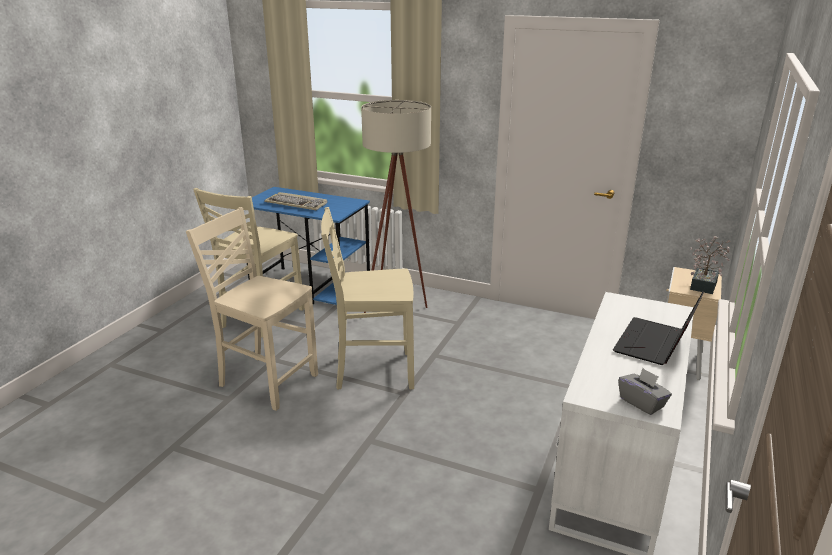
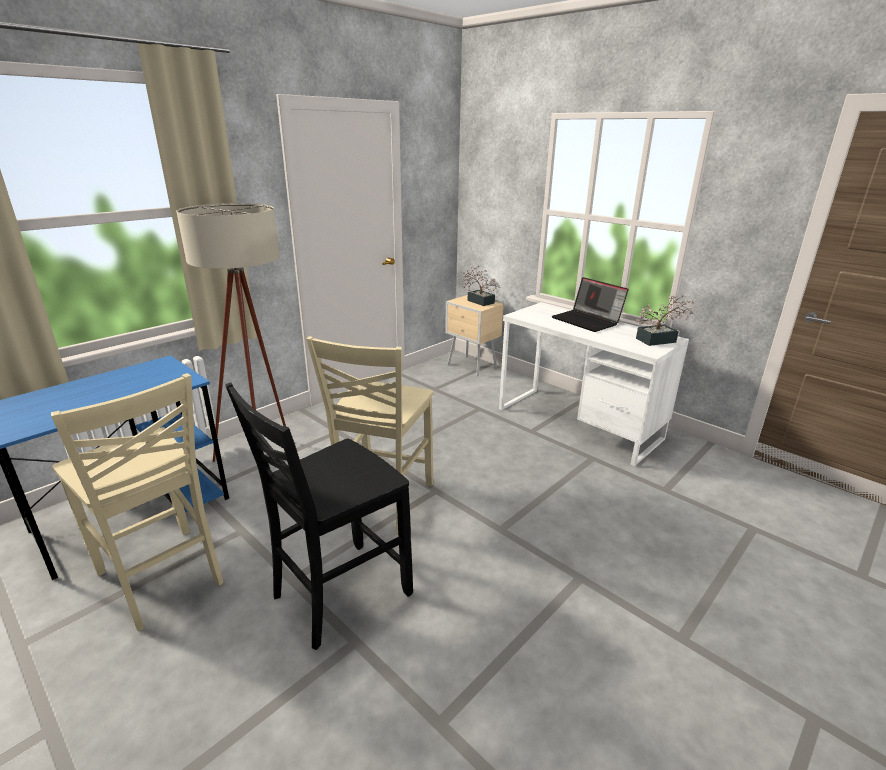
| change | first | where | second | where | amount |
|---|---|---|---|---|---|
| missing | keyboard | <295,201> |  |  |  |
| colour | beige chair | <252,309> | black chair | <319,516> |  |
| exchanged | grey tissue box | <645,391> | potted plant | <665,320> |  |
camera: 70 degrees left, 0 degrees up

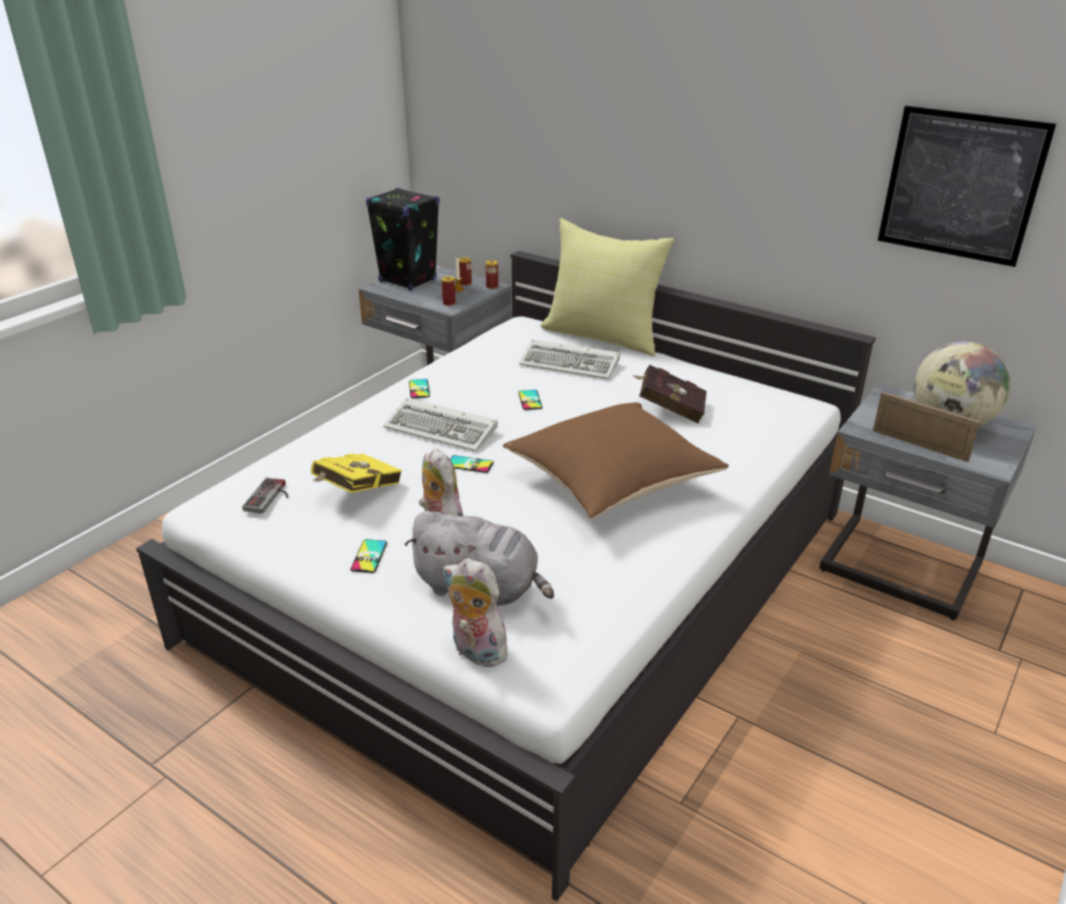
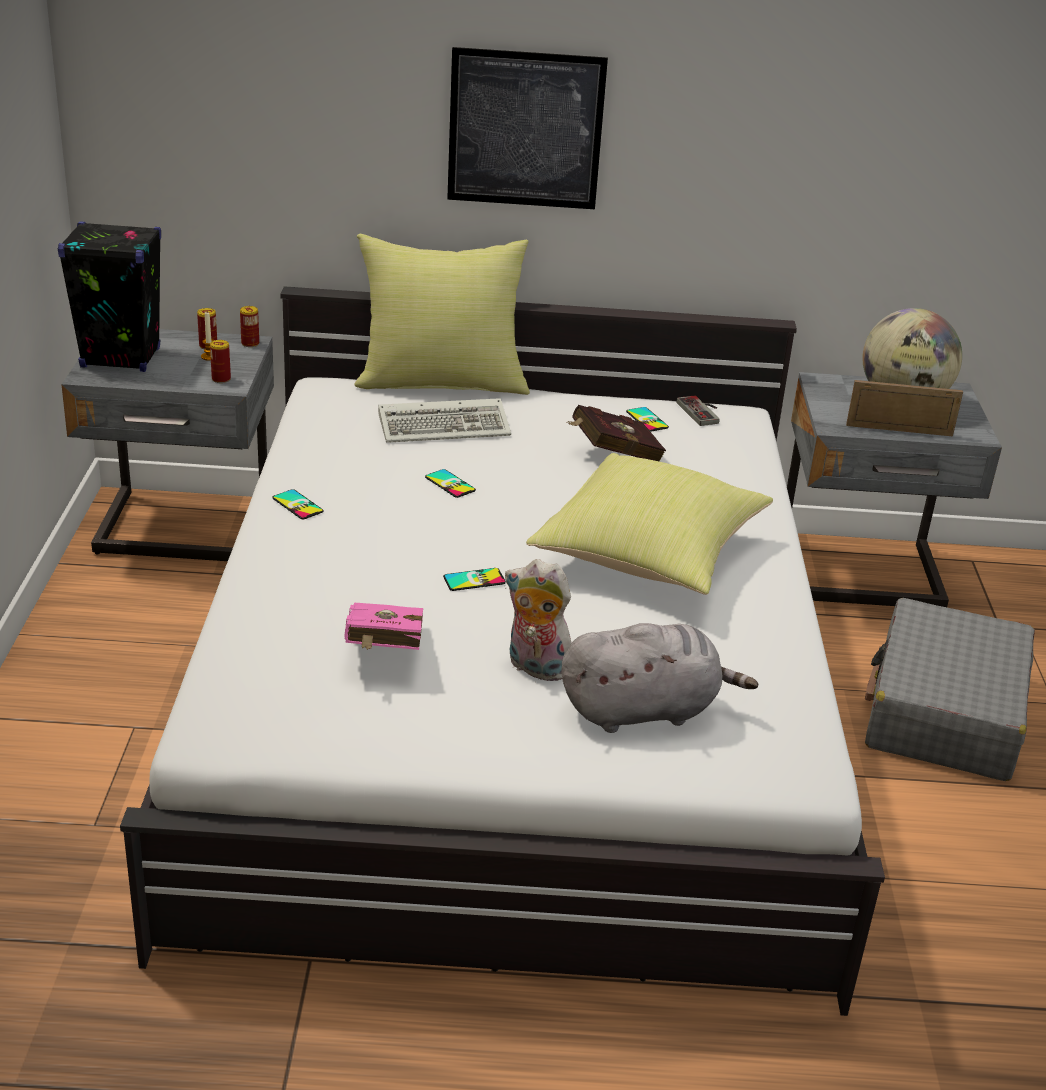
| change | first | where | second | where | amount |
|---|---|---|---|---|---|
| relocated | picture | <967,186> |  | <527,128> |  |
| missing | keyboard | <440,425> |  |  |  |
| colour | brown pillow | <616,460> | yellow pillow | <649,524> |  |
| colour | yellow book | <356,473> | pink book | <383,626> |  |
| relocated | game controller | <265,495> |  | <697,410> |  |
| relocated | phone | <368,556> |  | <647,419> |  |
| missing | plush toy | <475,612> |  |  |  |
| appeared |  |  | grey suitcase | <950,689> |  |
camera: 35 degrees left, 0 degrees up

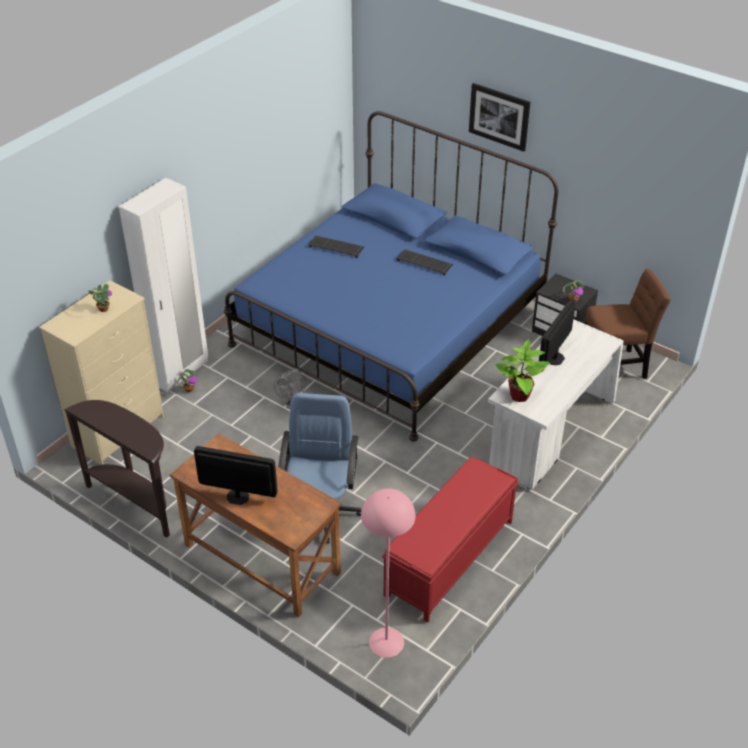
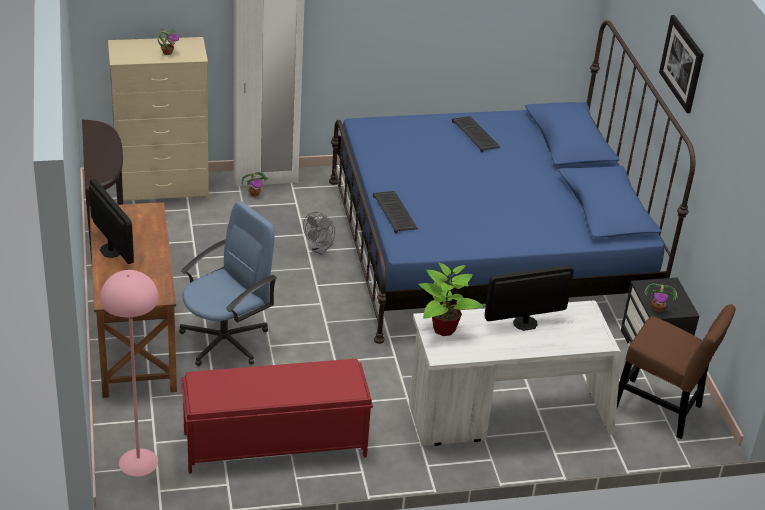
| change | first | where | second | where | amount |
|---|---|---|---|---|---|
| relocated | keyboard | <424,262> |  | <395,212> |  |
camera: 40 degrees right, 5 degrees down

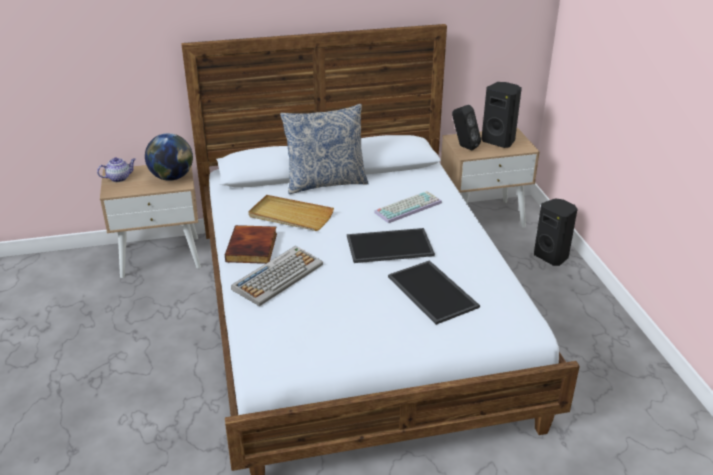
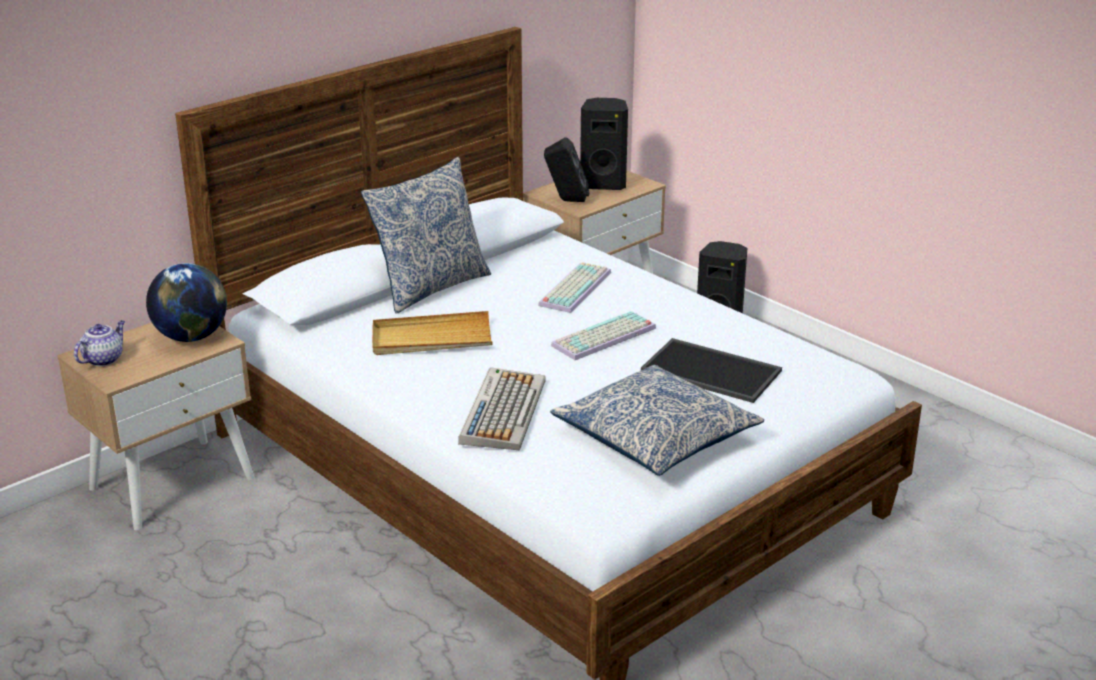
| change | first | where | second | where | amount |
|---|---|---|---|---|---|
| missing | book | <251,244> |  |  |  |
| exchanged | tray | <391,245> | keyboard | <603,335> |  |
| appeared |  |  | pillow | <657,420> |  |
camera: 30 degrees left, 5 degrees down

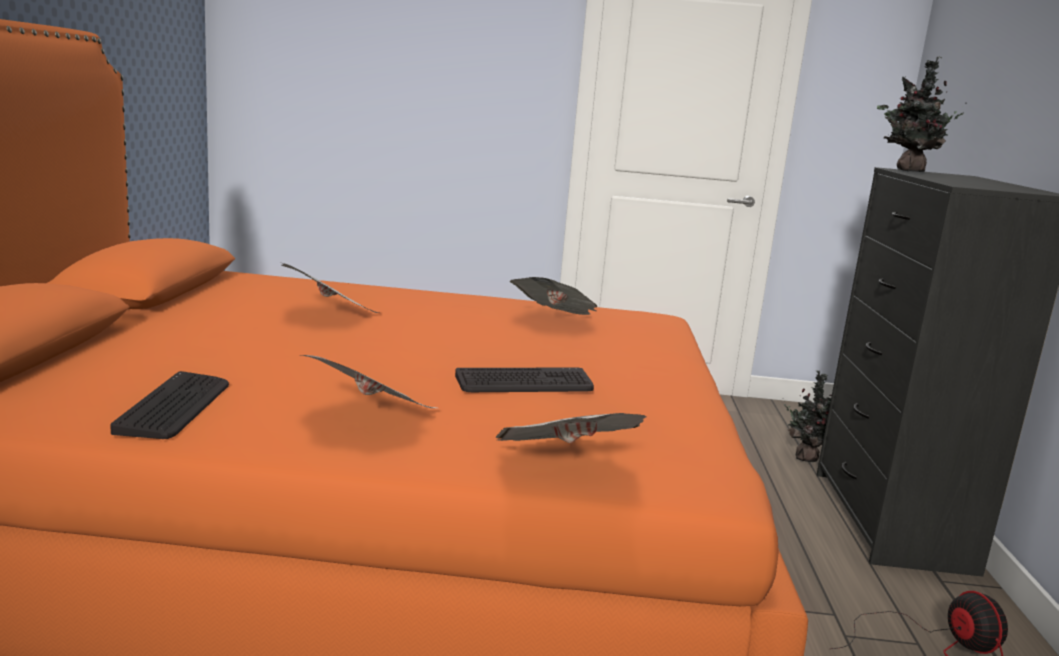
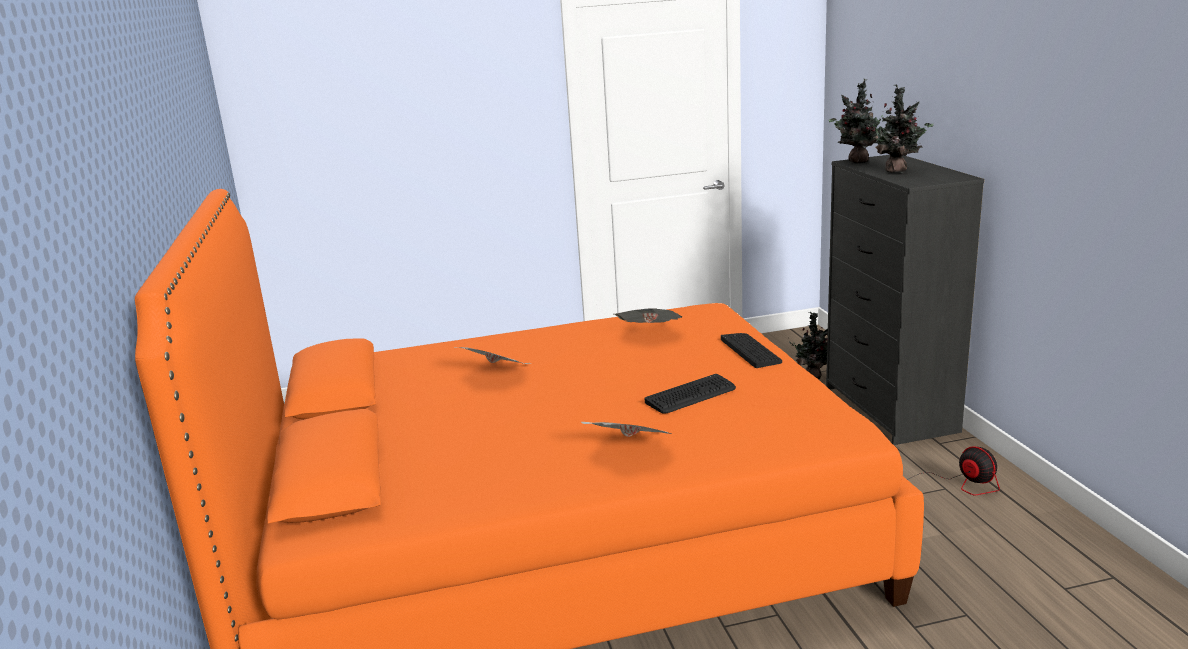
| change | first | where | second | where | amount |
|---|---|---|---|---|---|
| relocated | keyboard | <169,405> |  | <751,350> |  |
| missing | newspaper | <571,428> |  |  |  |
| appeared |  |  | potted plant | <900,129> |  |
camera: 15 degrees left, 5 degrees up

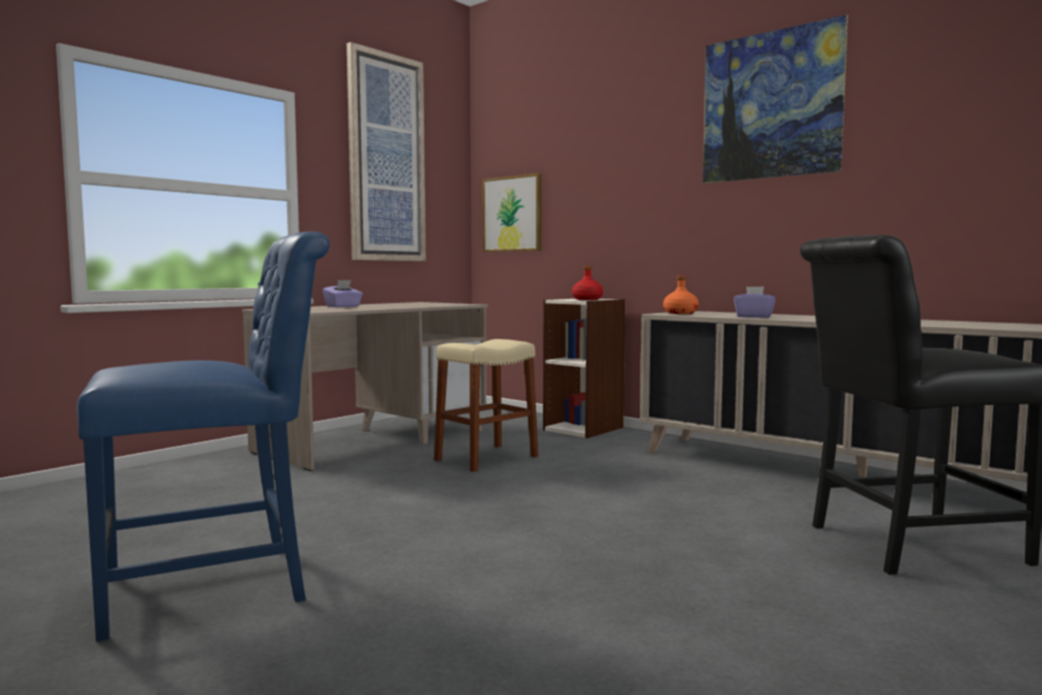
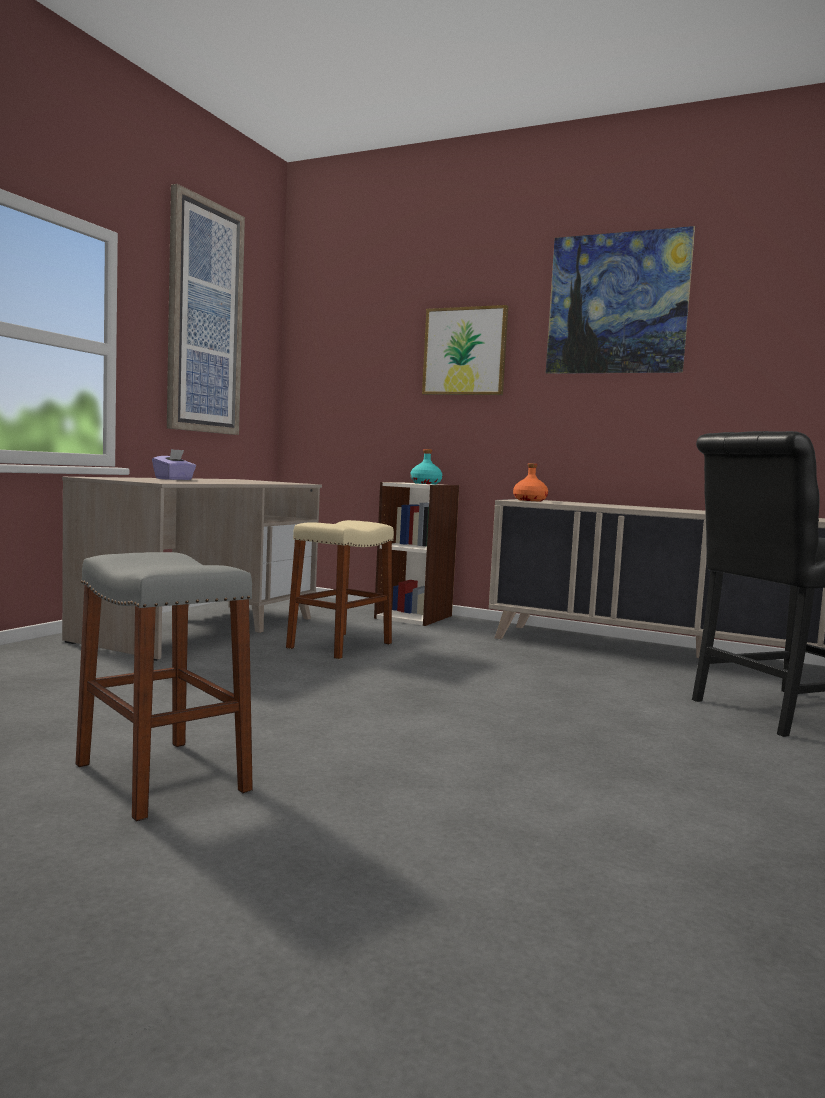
| change | first | where | second | where | amount |
|---|---|---|---|---|---|
| relocated | picture | <512,212> |  | <465,350> |  |
| exchanged | blue chair | <203,437> | grey stool | <164,686> |  |
| colour | red bottle | <587,283> | turquoise bottle | <426,466> |  |
| missing | purple tissue box | <755,302> |  |  |  |
camera: 15 degrees left, 0 degrees up

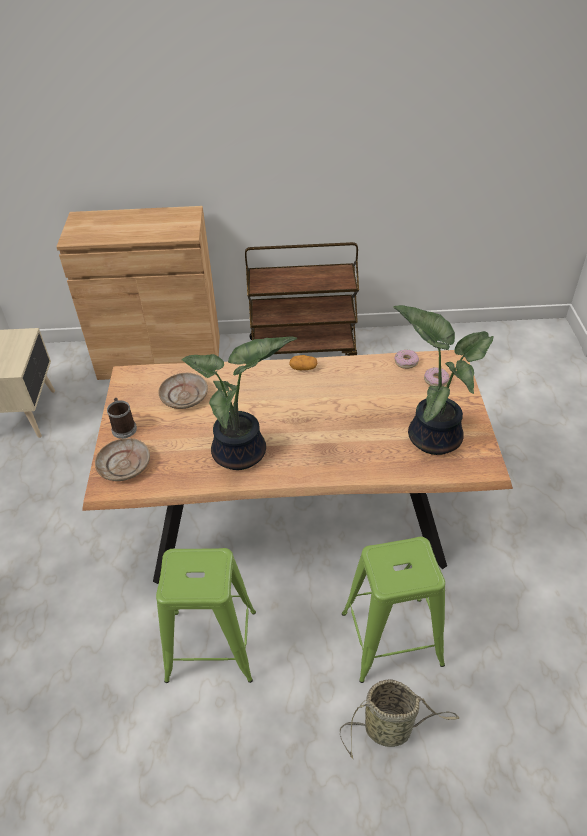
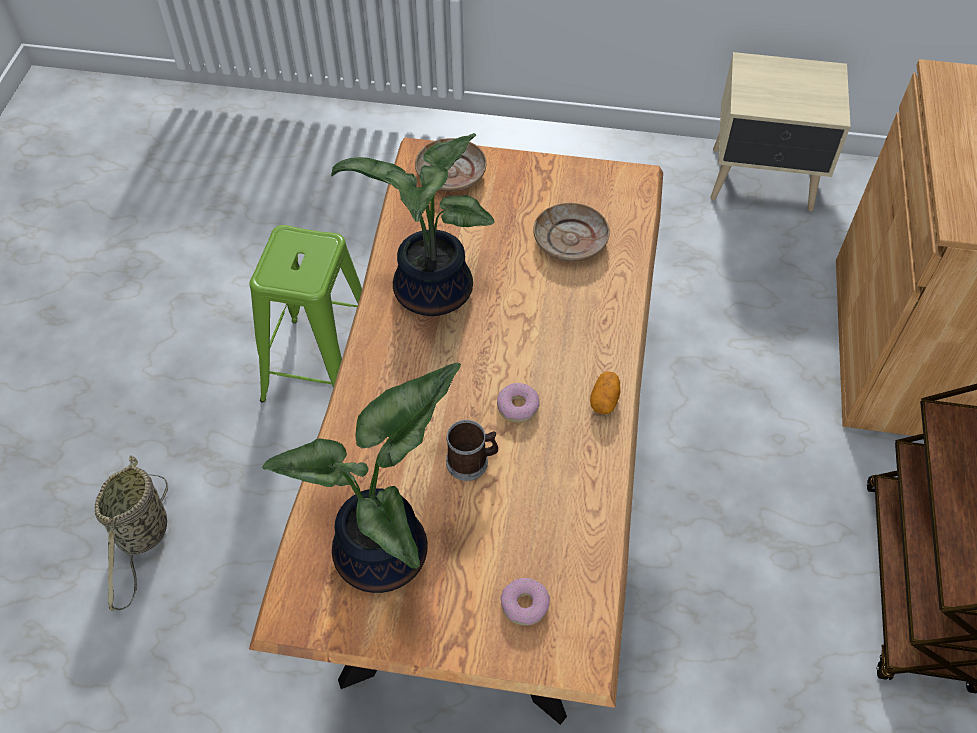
| change | first | where | second | where | amount |
|---|---|---|---|---|---|
| relocated | donut | <406,359> |  | <518,403> |  |
| relocated | mug | <122,418> |  | <472,450> |  |
| missing | green stool | <393,610> |  |  |  |
camera: 100 degrees right, 10 degrees up

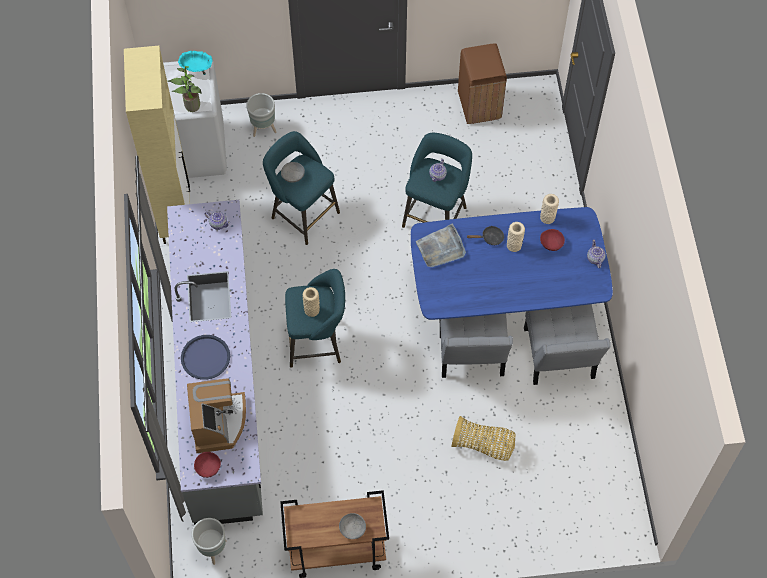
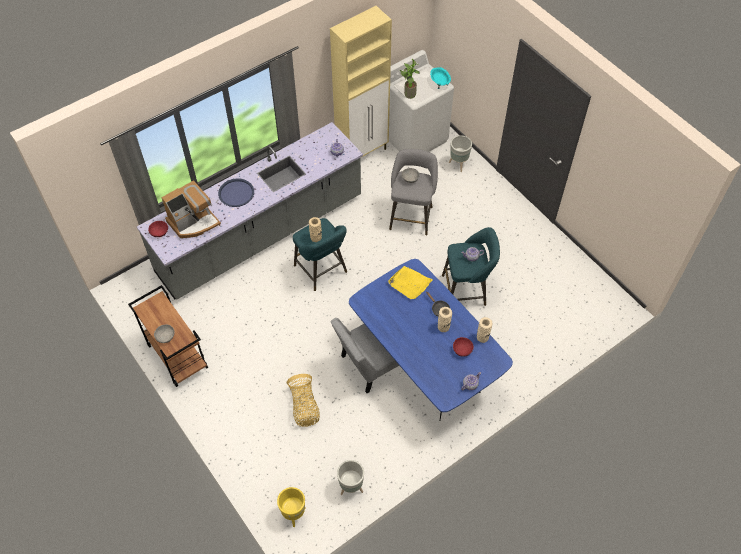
| change | first | where | second | where | amount |
|---|---|---|---|---|---|
| missing | brown trash can | <482,83> |  |  |  |
| colour | turquoise stool | <301,188> | grey stool | <413,192> |  |
| colour | grey tray | <441,245> | yellow tray | <410,282> |  |
| missing | grey chair | <567,344> |  |  |  |
| relocated | grey planter | <209,541> |  | <350,477> |  |
| appeared |  |  | yellow planter | <291,507> |  |
camera: 60 degrees right, 5 degrees down

